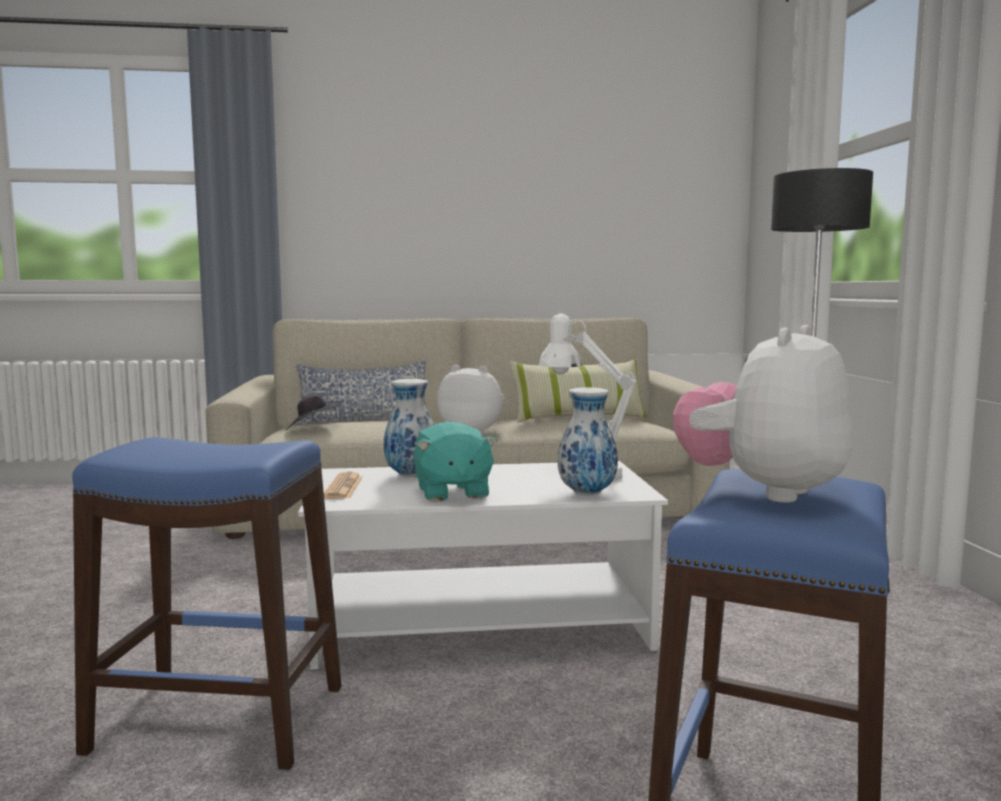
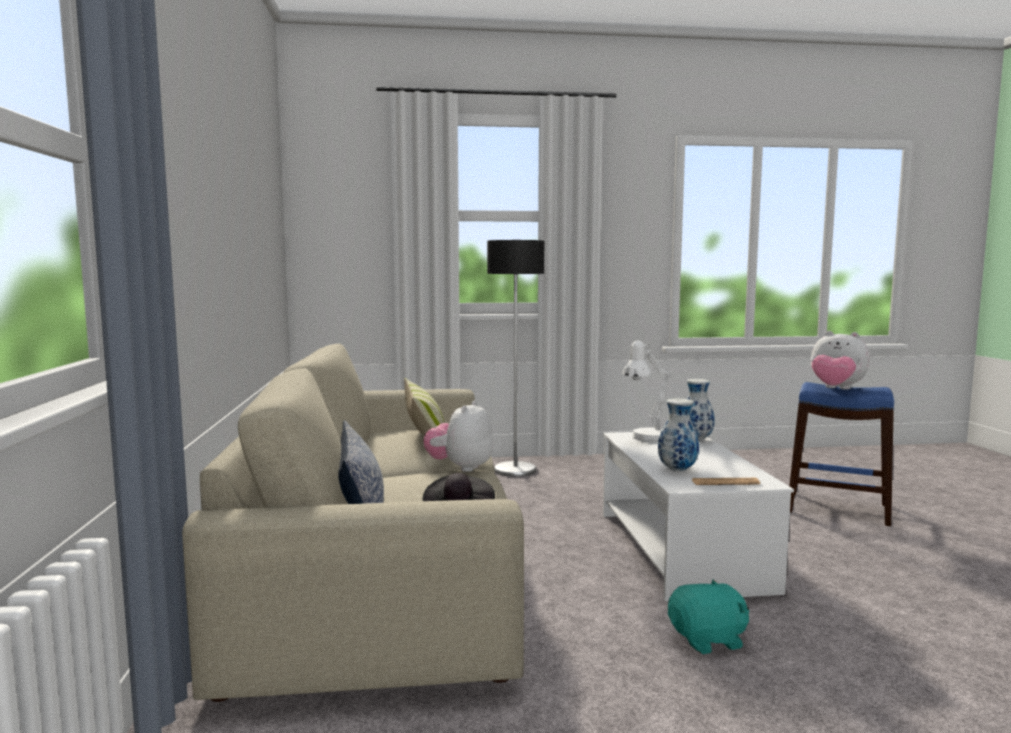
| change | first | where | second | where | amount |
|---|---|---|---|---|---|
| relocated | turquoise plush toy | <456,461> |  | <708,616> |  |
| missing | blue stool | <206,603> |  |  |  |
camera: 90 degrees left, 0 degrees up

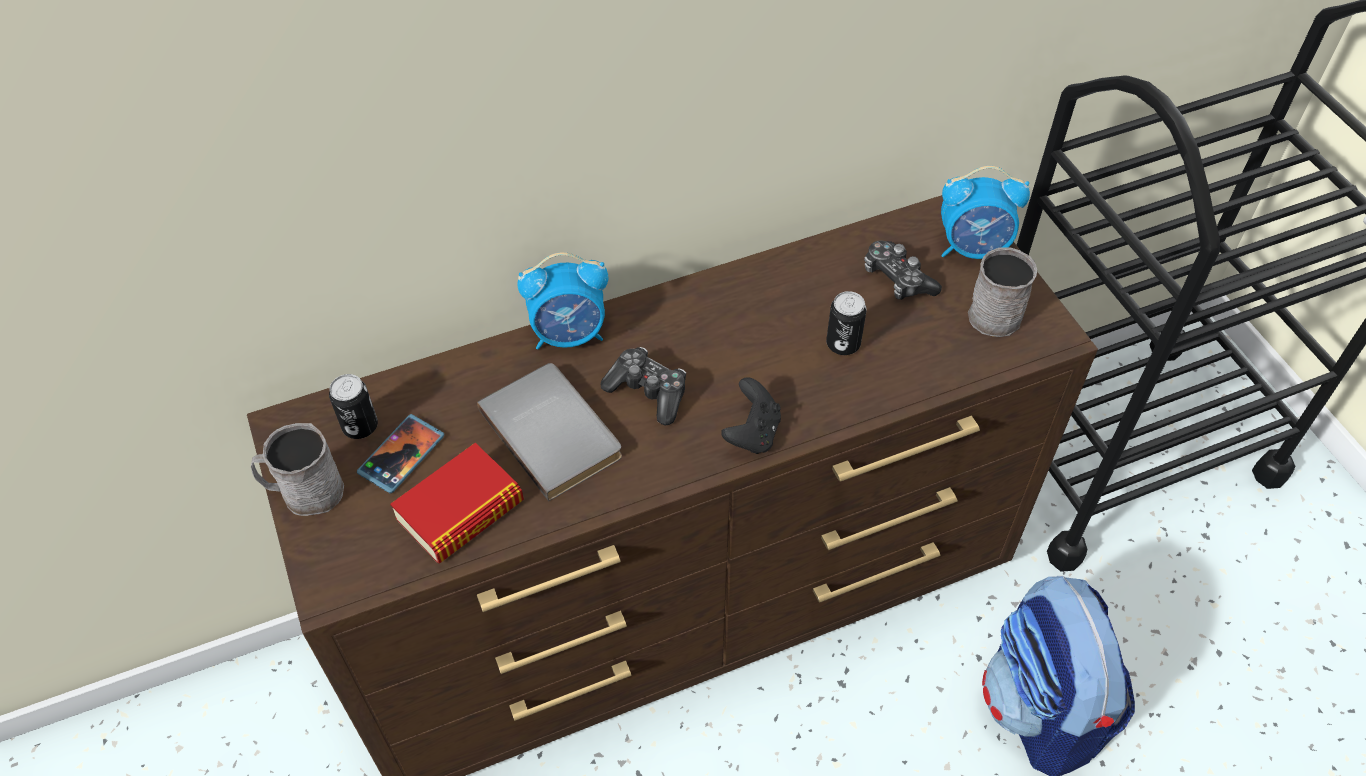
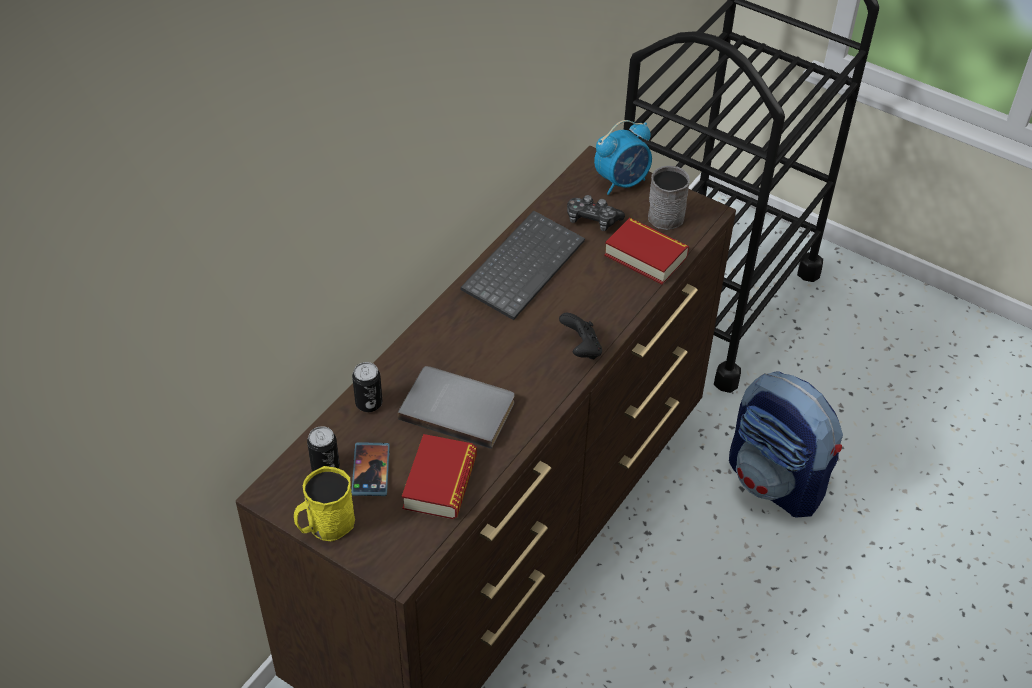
| change | first | where | second | where | amount |
|---|---|---|---|---|---|
| missing | alarm clock | <562,301> |  |  |  |
| relocated | can | <846,323> |  | <367,387> |  |
| missing | game controller | <643,386> |  |  |  |
| colour | grey mug | <297,469> | yellow mug | <324,503> |  |
| appeared |  |  | keyboard | <522,265> |  |
| appeared |  |  | book | <646,251> |  |
camera: 35 degrees left, 5 degrees down

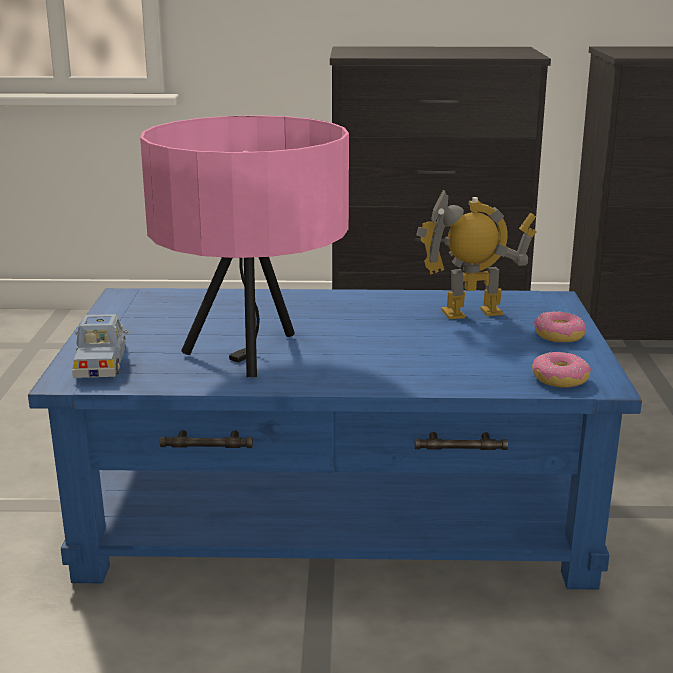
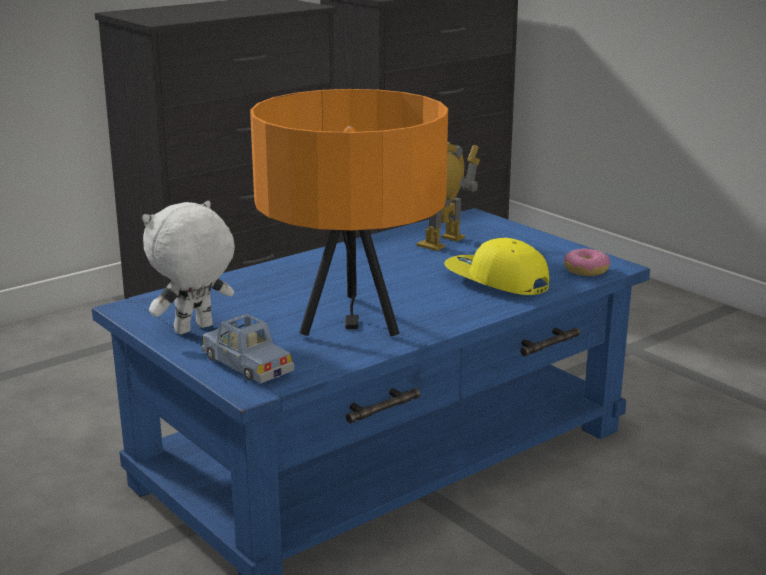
| change | first | where | second | where | amount |
|---|---|---|---|---|---|
| colour | pink table lamp | <244,246> | orange table lamp | <349,213> |  |
| missing | donut | <560,326> |  |  |  |
| appeared |  |  | white plush toy | <188,267> |  |
| appeared |  |  | yellow cap | <496,266> |  |
camera: 40 degrees left, 0 degrees up

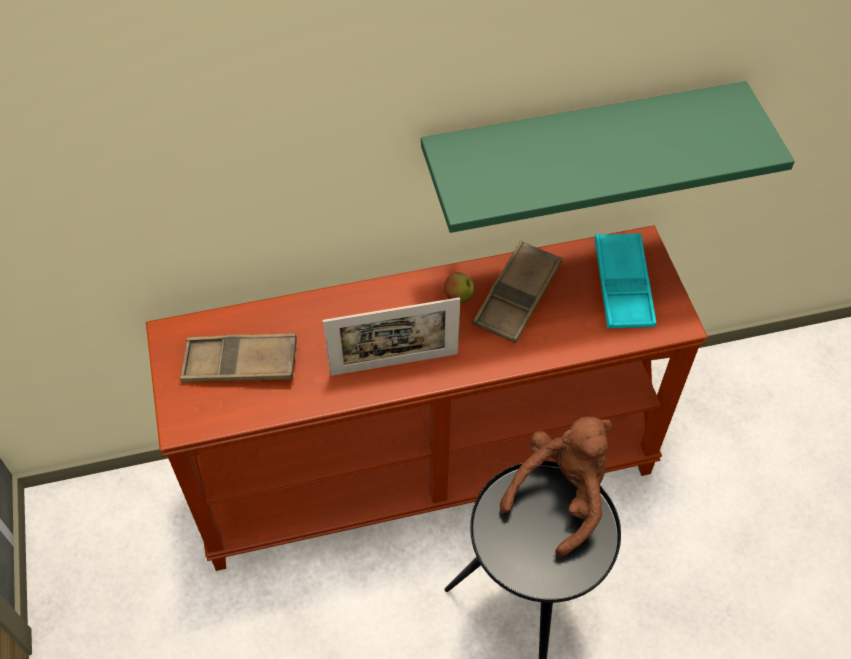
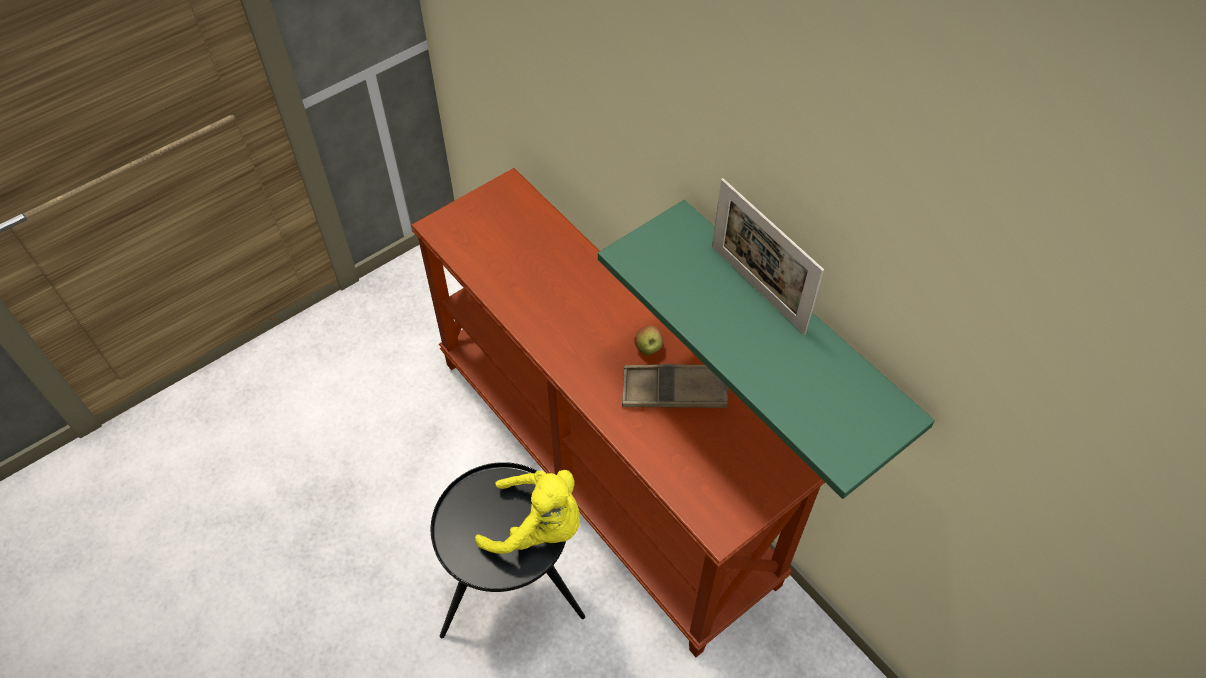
| change | first | where | second | where | amount |
|---|---|---|---|---|---|
| missing | turquoise tray | <625,280> |  |  |  |
| relocated | picture frame | <391,336> |  | <768,256> |  |
| missing | brown tray | <238,358> |  |  |  |
| colour | brown plush toy | <556,487> | yellow plush toy | <527,512> |  |
camera: 65 degrees right, 0 degrees up

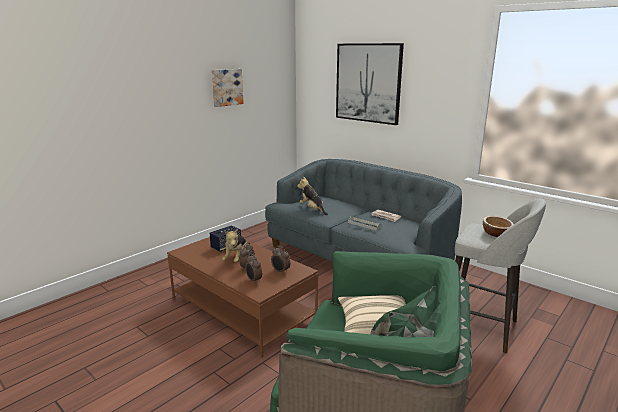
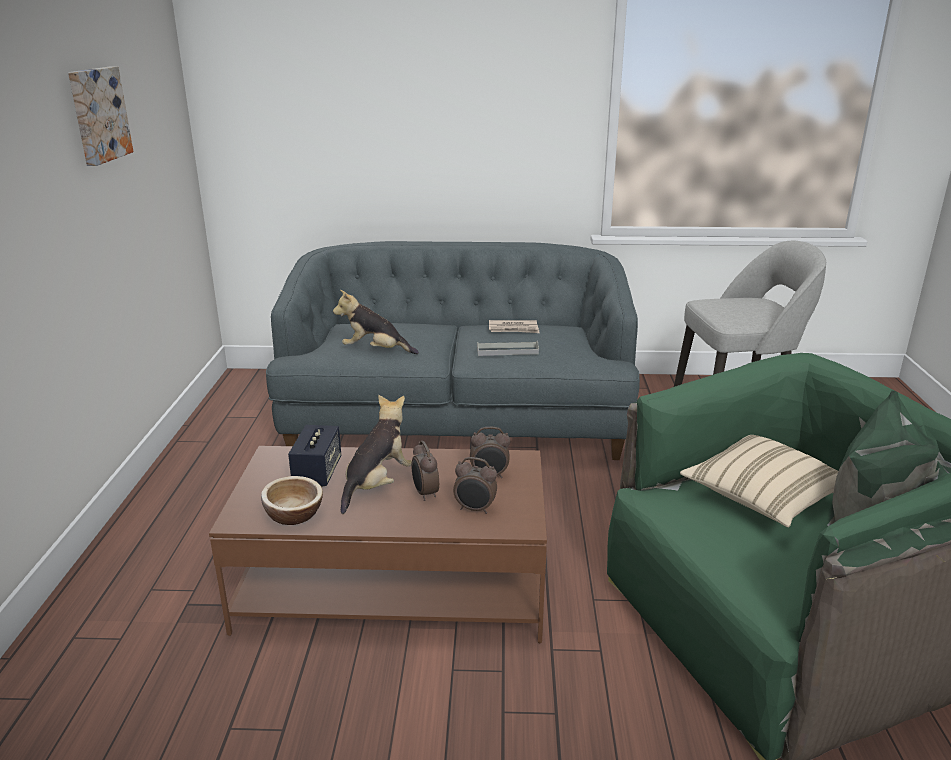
| change | first | where | second | where | amount |
|---|---|---|---|---|---|
| missing | picture | <370,84> |  |  |  |
| relocated | bowl | <498,226> |  | <292,500> |  |
| spun | plush toy | <234,245> |  | <376,454> | 120 degrees counterclockwise |
camera: 40 degrees left, 5 degrees up

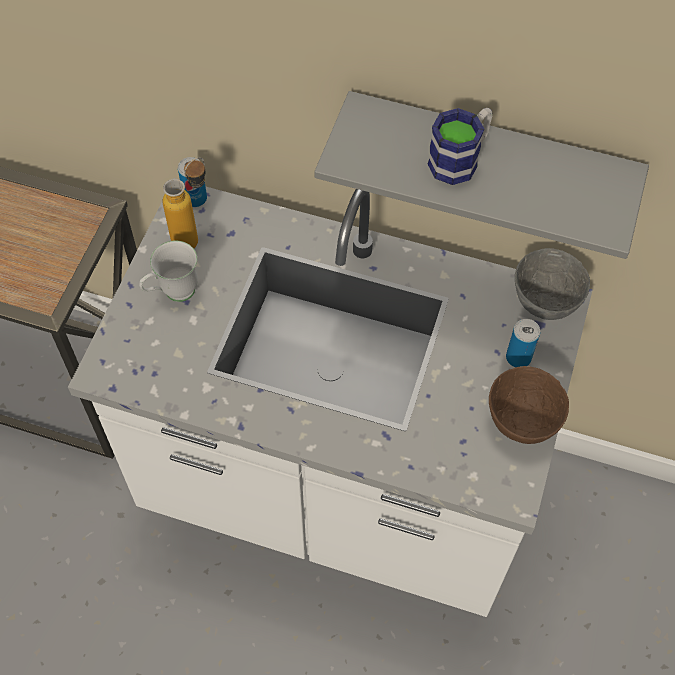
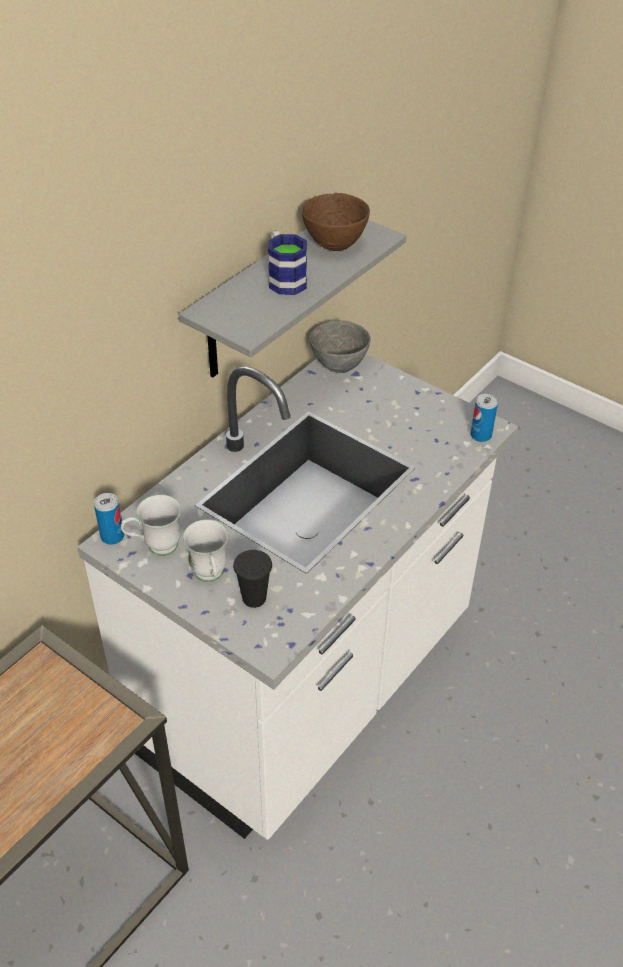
| change | first | where | second | where | amount |
|---|---|---|---|---|---|
| exchanged | bottle | <184,203> | white mug | <151,525> |  |
| relocated | can | <523,343> |  | <484,418> |  |
| relocated | brown bowl | <529,405> |  | <336,222> |  |
| appeared |  |  | black cup | <252,579> |  |
camera: 70 degrees left, 15 degrees down

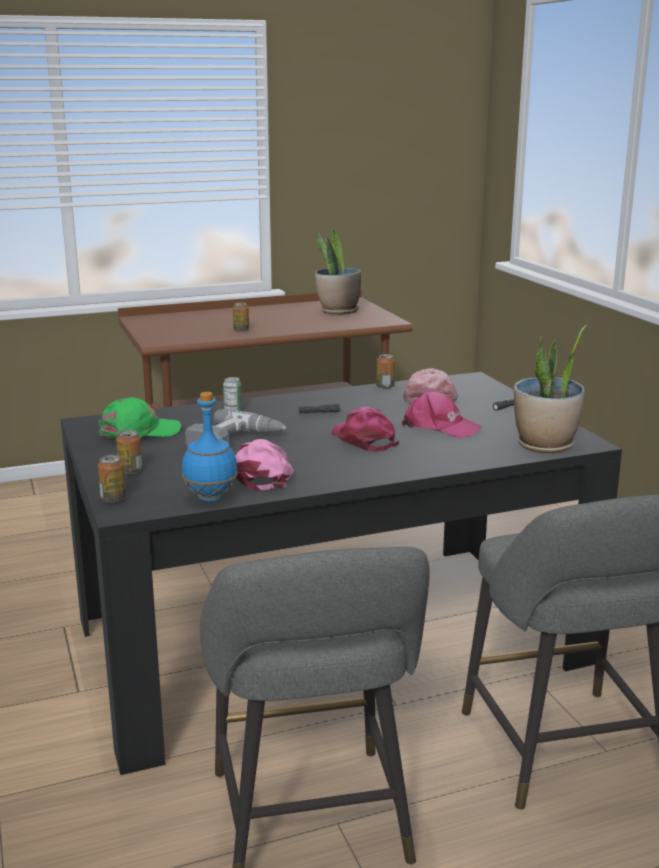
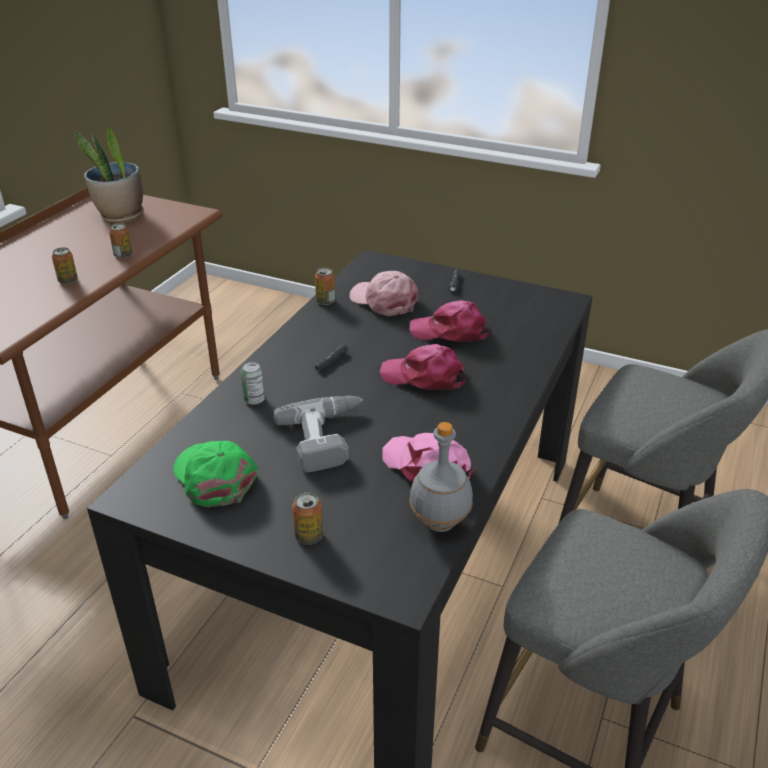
| change | first | where | second | where | amount |
|---|---|---|---|---|---|
| missing | potted plant | <550,389> |  |  |  |
| spun | pink cap | <442,414> |  | <449,321> | 150 degrees counterclockwise |
| colour | blue bottle | <210,447> | grey bottle | <441,477> |  |
| spun | green cap | <139,418> |  | <215,474> | 60 degrees counterclockwise |
| relocated | can | <112,479> |  | <120,241> |  |
camera: 45 degrees left, 15 degrees up

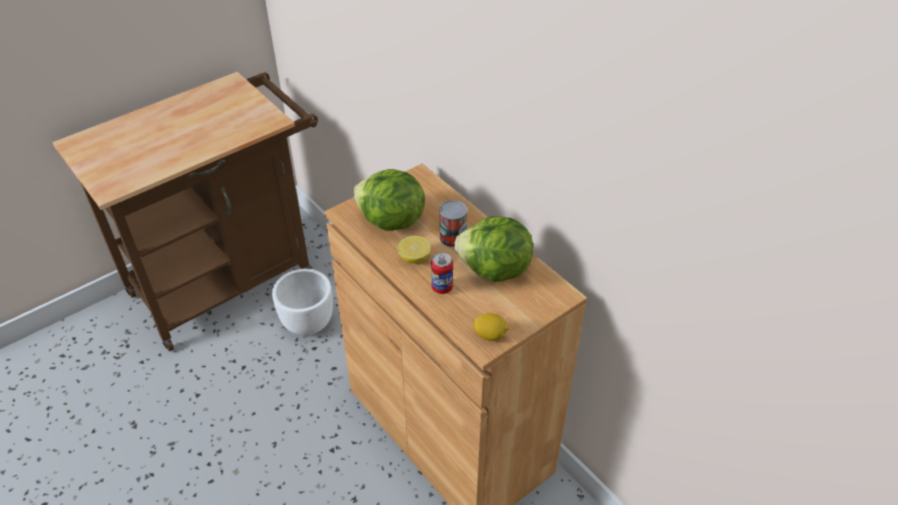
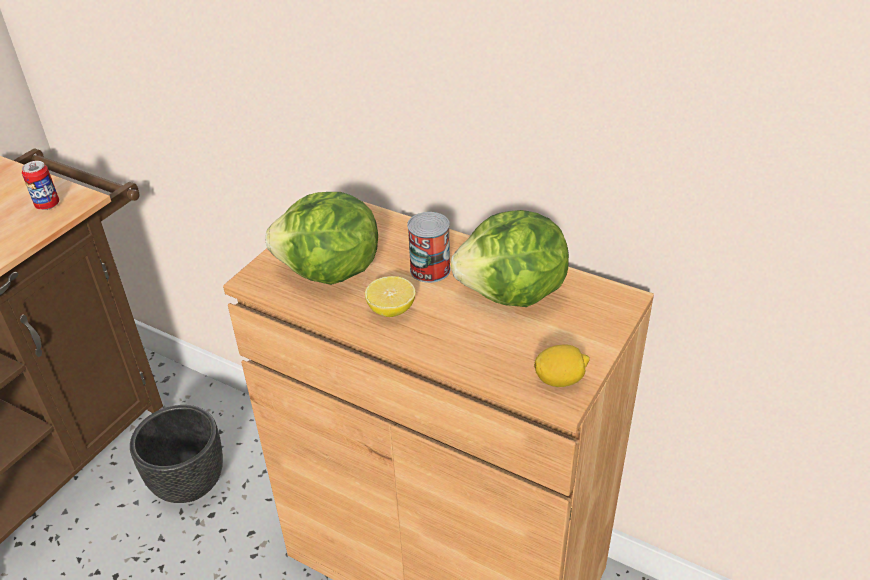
| change | first | where | second | where | amount |
|---|---|---|---|---|---|
| relocated | can | <442,273> |  | <40,185> |  |
| colour | white planter | <302,302> | black planter | <176,454> |  |
camera: 20 degrees left, 5 degrees down

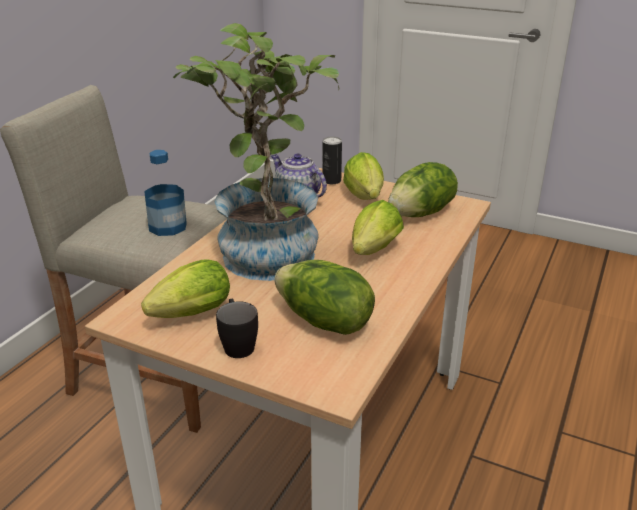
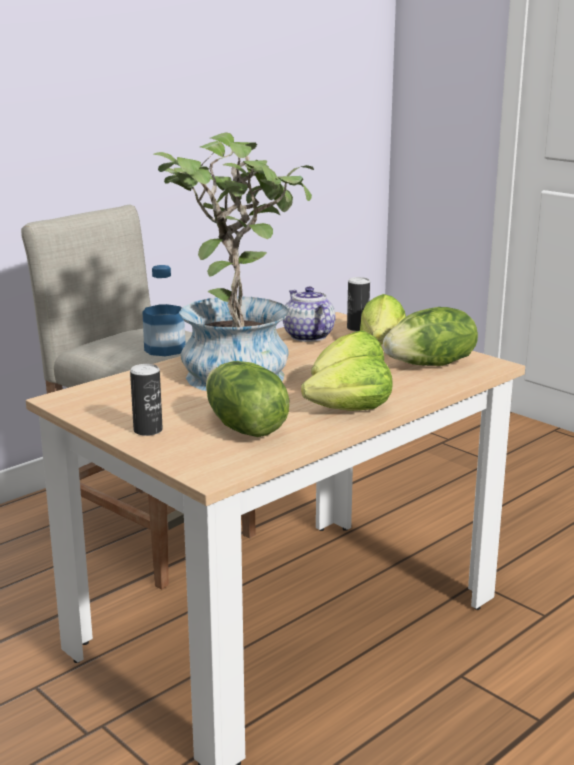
| change | first | where | second | where | amount |
|---|---|---|---|---|---|
| relocated | lettuce | <185,288> |  | <347,383> |  |
| exchanged | black mug | <237,328> | can | <146,400> |  |
camera: 20 degrees right, 10 degrees down

